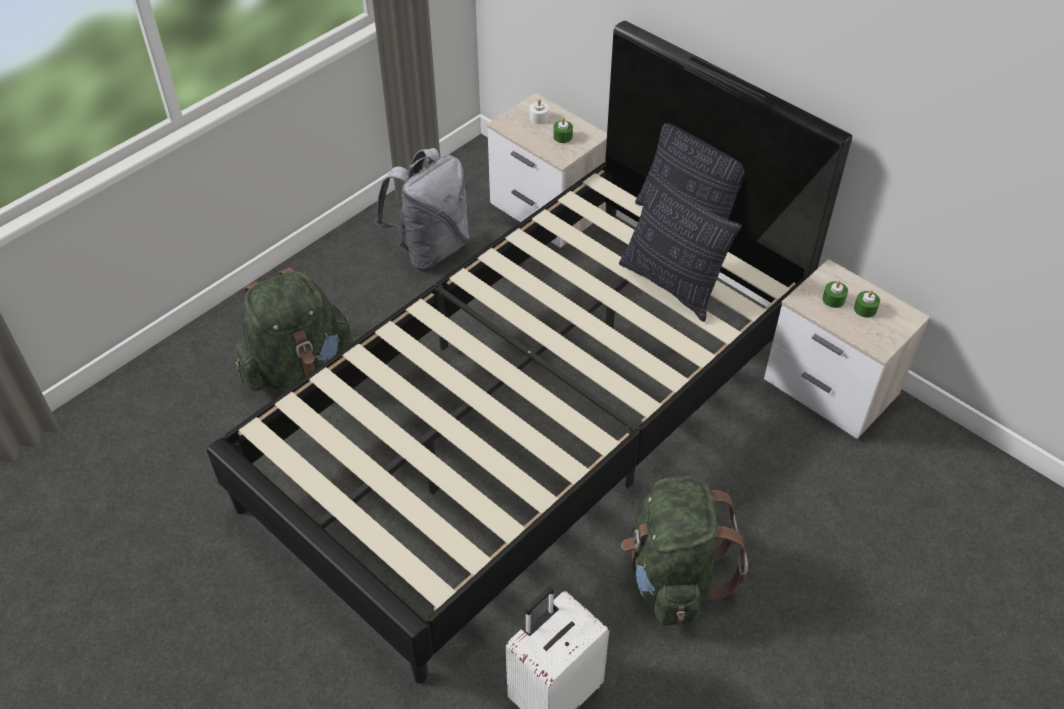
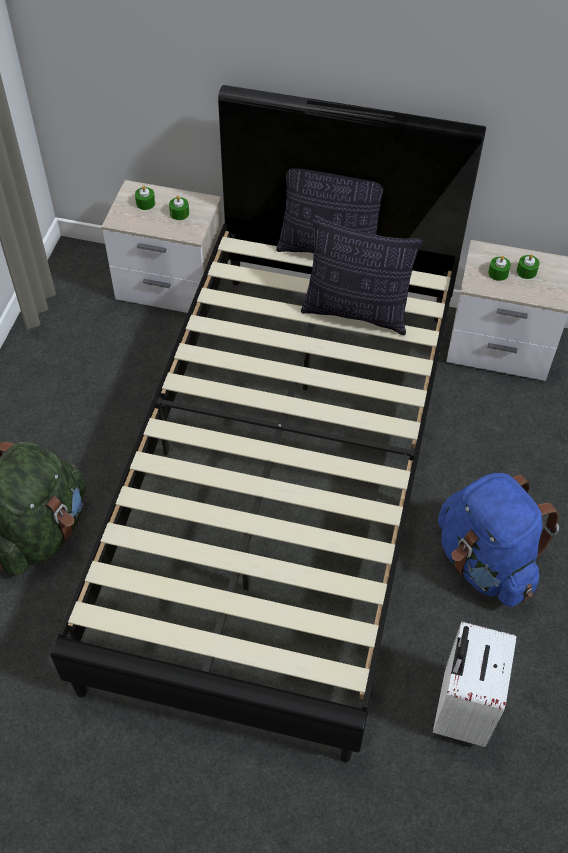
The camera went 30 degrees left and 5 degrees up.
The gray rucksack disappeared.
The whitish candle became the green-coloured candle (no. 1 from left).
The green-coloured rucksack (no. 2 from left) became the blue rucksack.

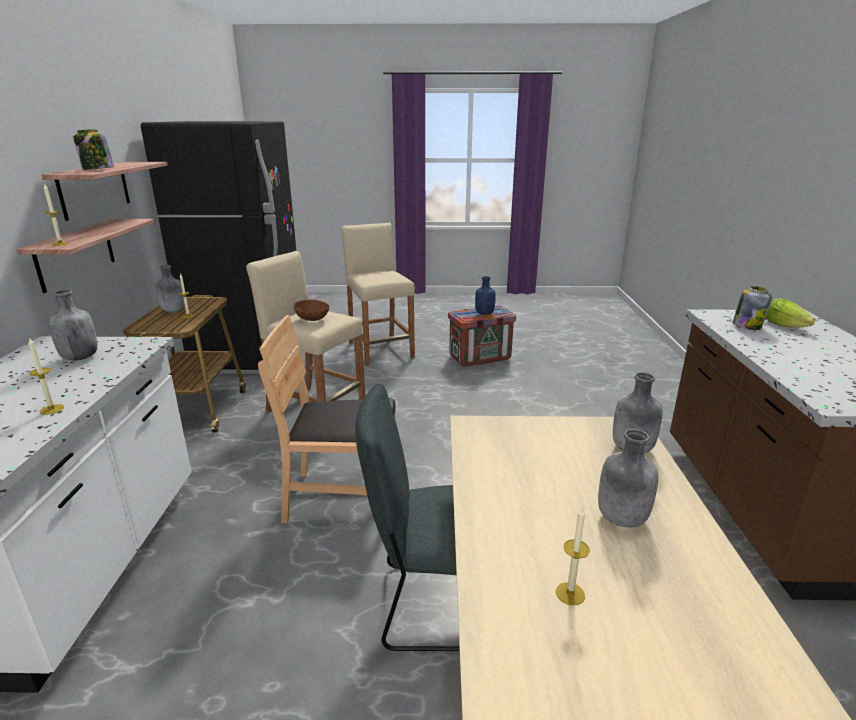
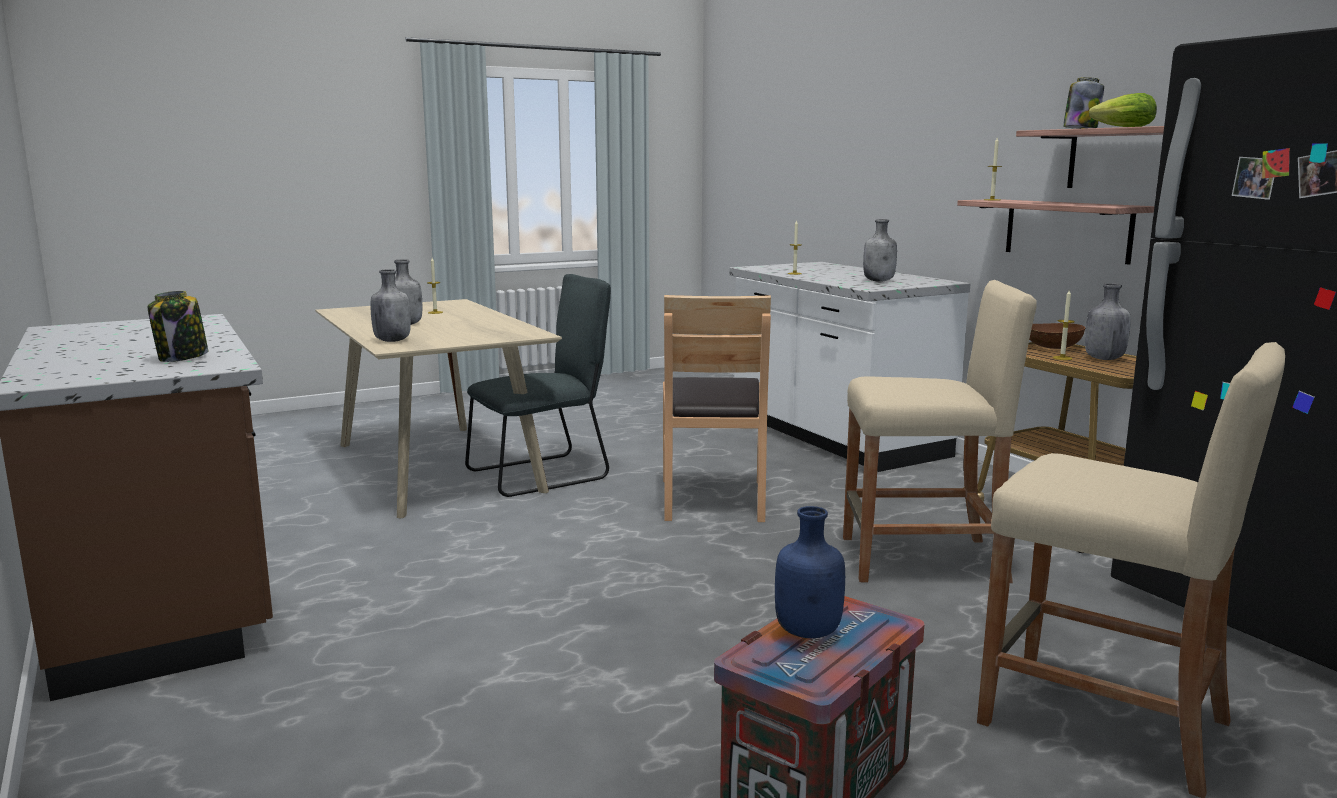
The camera went 150 degrees right and 10 degrees down.
The brownish bowl moved.
The head of lettuce moved.
The brownish upright chair turned 120 degrees clockwise.

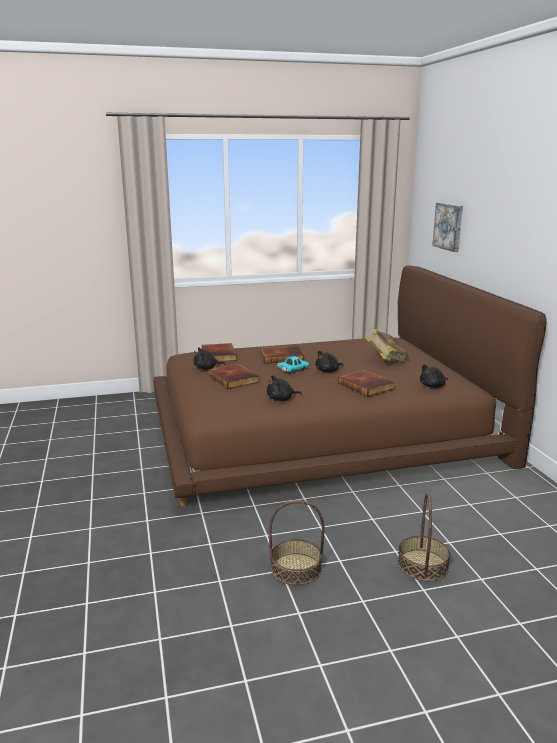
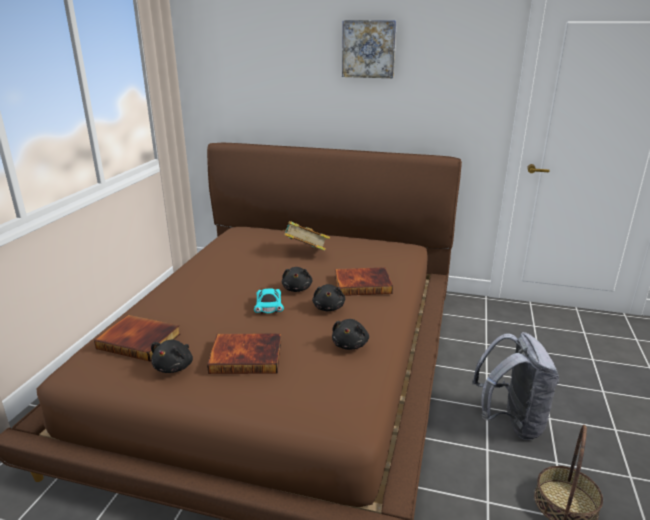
The camera went 60 degrees left and 5 degrees up.
The volume (no. 3 from left) disappeared.
The household basket (no. 2 from left) disappeared.
The gray rucksack appeared.
The black-coloured cuddly toy (no. 4 from left in the first image) moved.
The wall art moved.

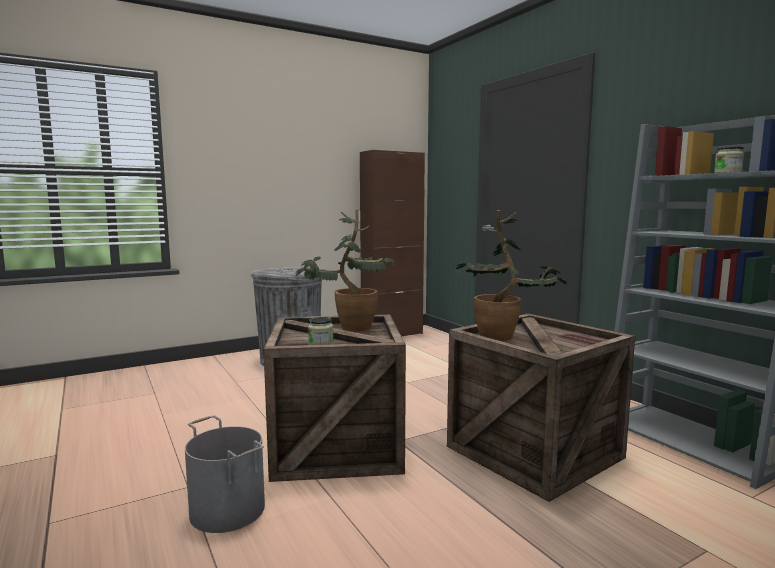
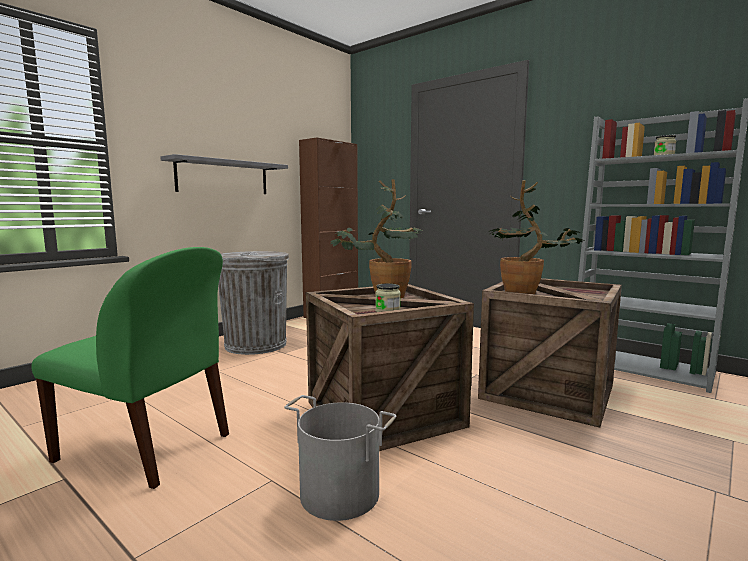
The camera went 20 degrees left and 0 degrees up.
The green-coloured upright chair appeared.
The gray shelf appeared.

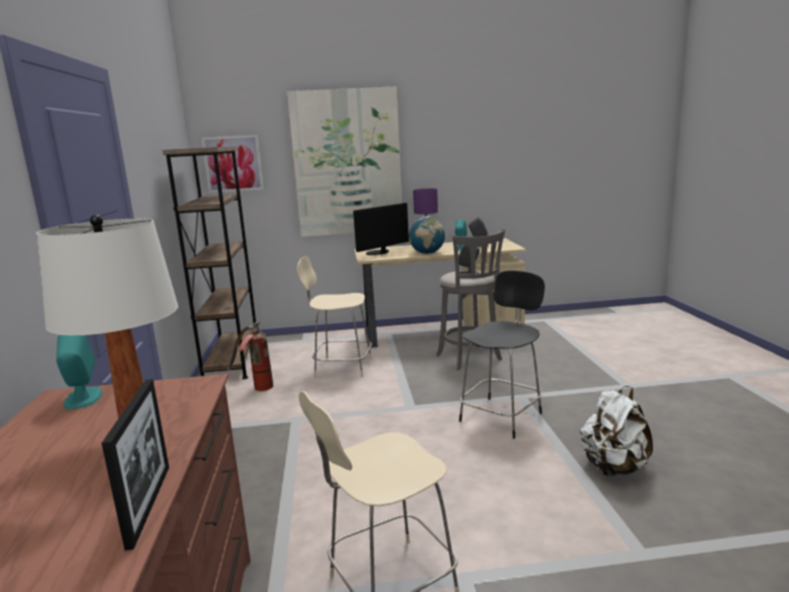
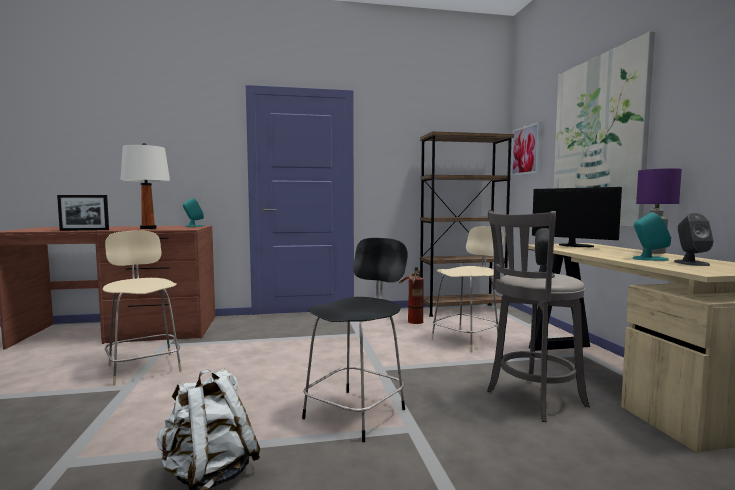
The camera went 85 degrees right and 10 degrees down.
The globe disappeared.
The beige upright chair (no. 1 from left in the first image) turned 45 degrees clockwise.
The black-coloured upright chair turned 90 degrees counterclockwise.

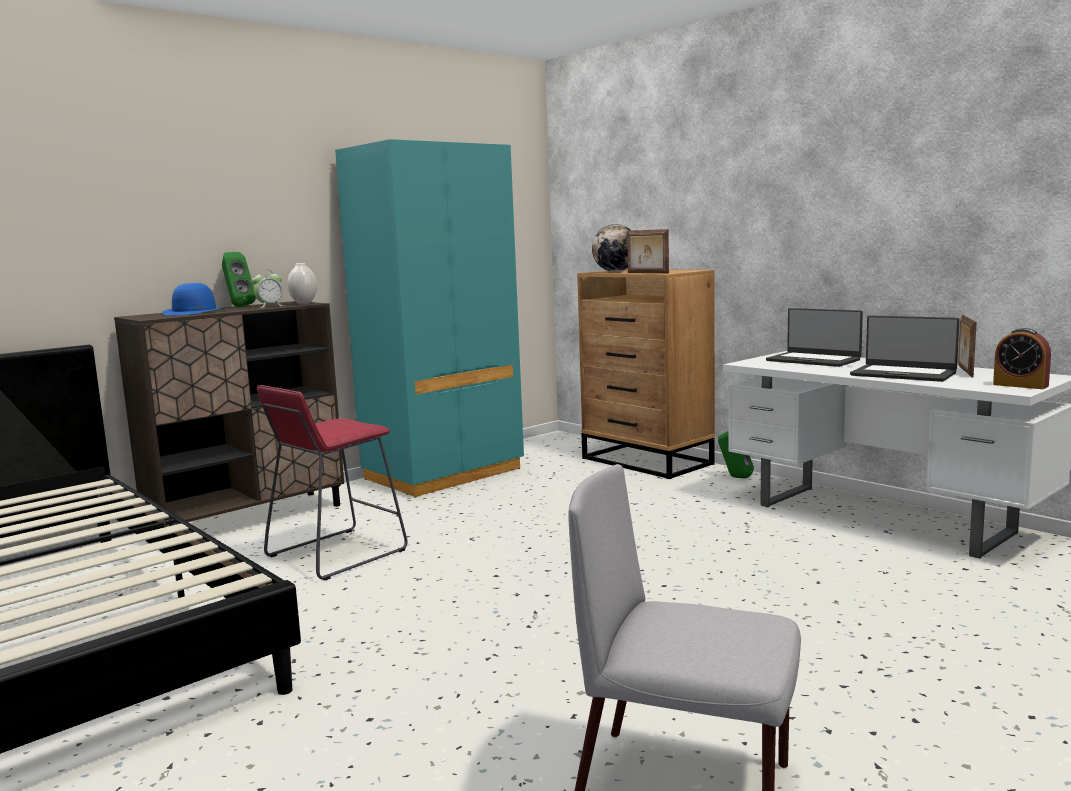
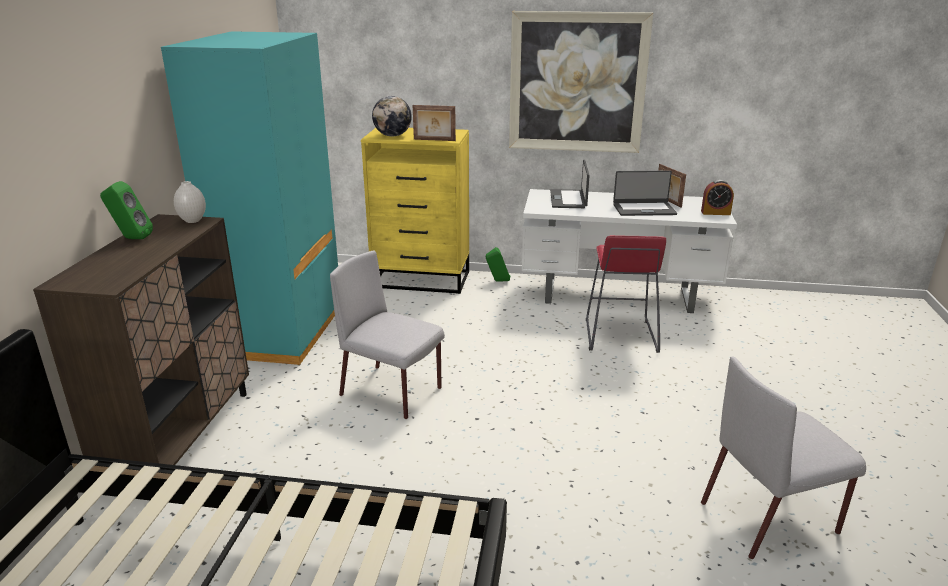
The camera went 40 degrees left and 15 degrees up.
The blue hat disappeared.
The table clock (no. 1 from left) disappeared.
The gray upright chair (no. 1 from left) appeared.
The wall art appeared.
The reddish stool seat moved.
The brownish dresser became the yellow dresser.
The laptop (no. 1 from left) turned 90 degrees clockwise.

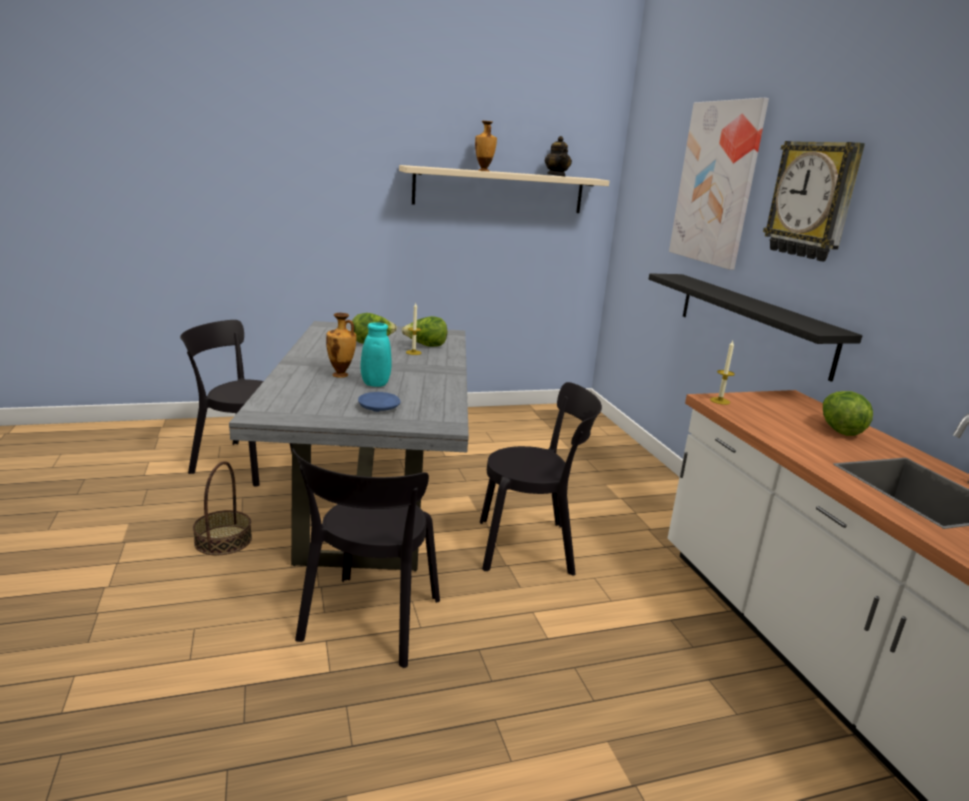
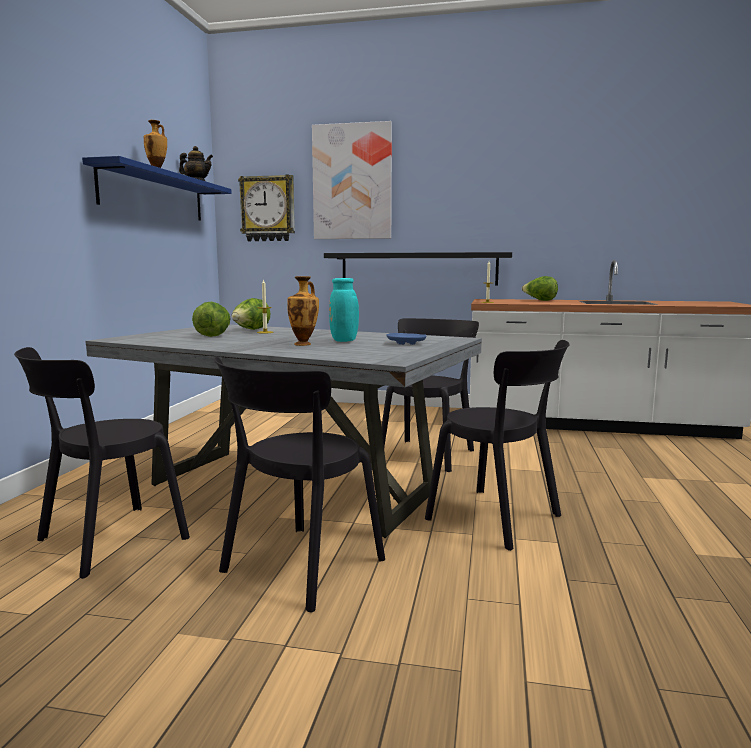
The camera went 60 degrees left and 10 degrees down.
The clock on the wall moved.
The household basket was replaced by the black-coloured upright chair (no. 2 from left).
The beige shelf became the blue shelf.

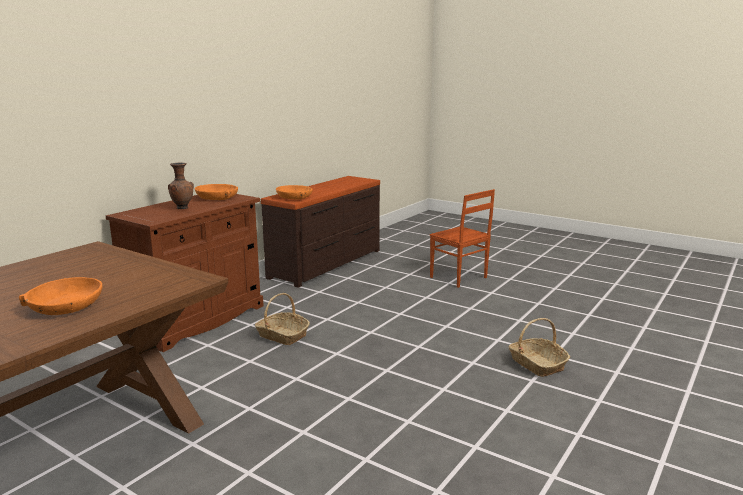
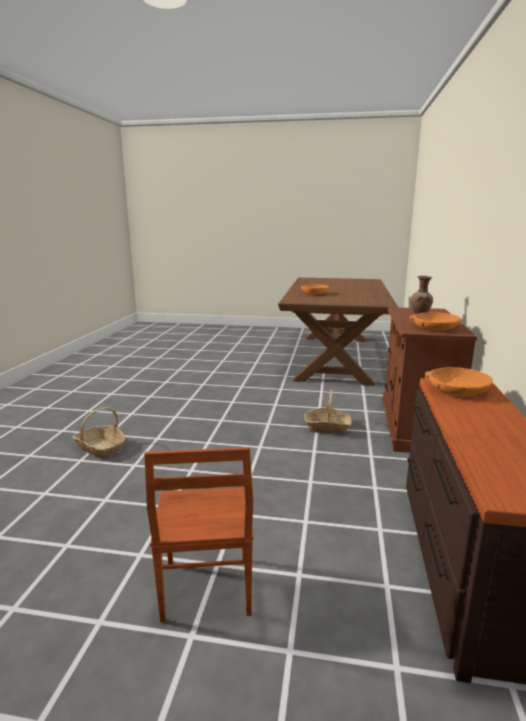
The camera went 155 degrees right and 0 degrees up.
The brownish upright chair turned 120 degrees counterclockwise.

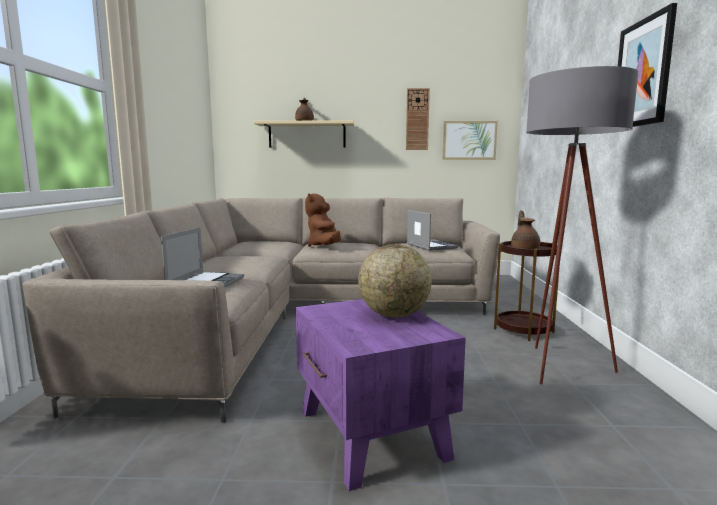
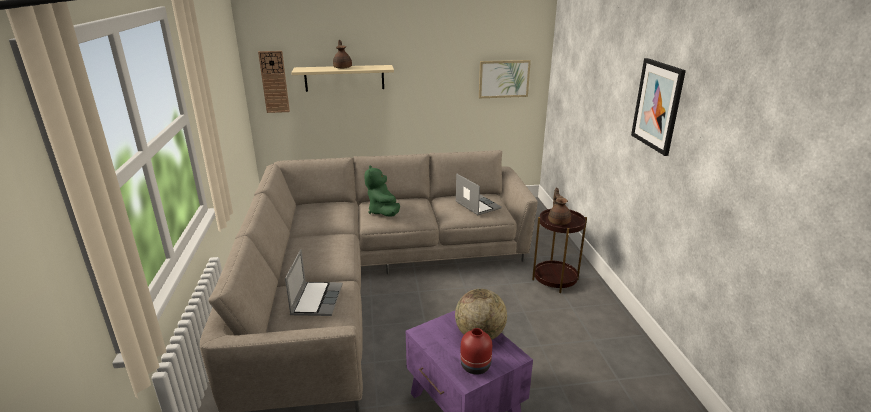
The camera went 10 degrees left and 15 degrees up.
The gray standing lamp disappeared.
The reddish decorative vase appeared.
The clock on the wall moved.
The brownish cuddly toy became the green-coloured cuddly toy.

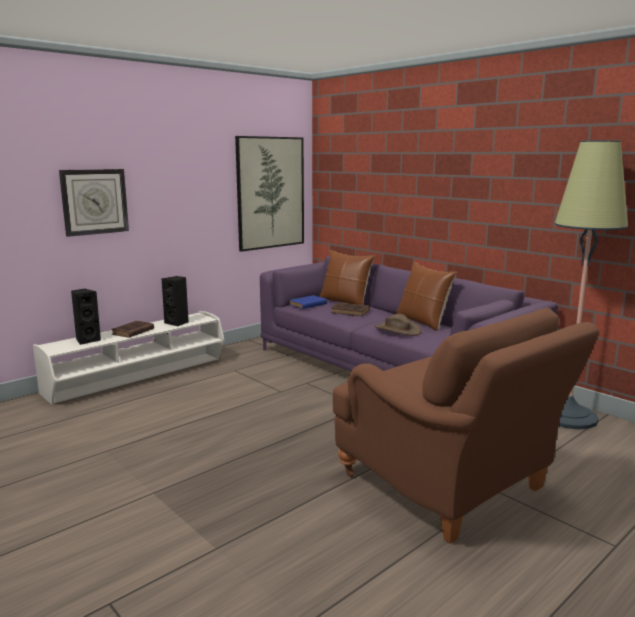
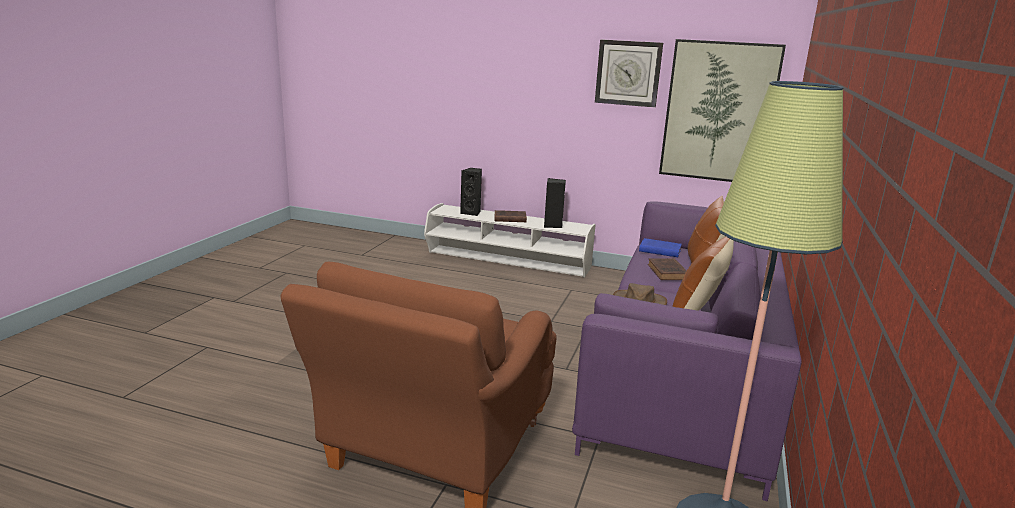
The camera went 60 degrees right and 5 degrees up.
The clock on the wall moved.

